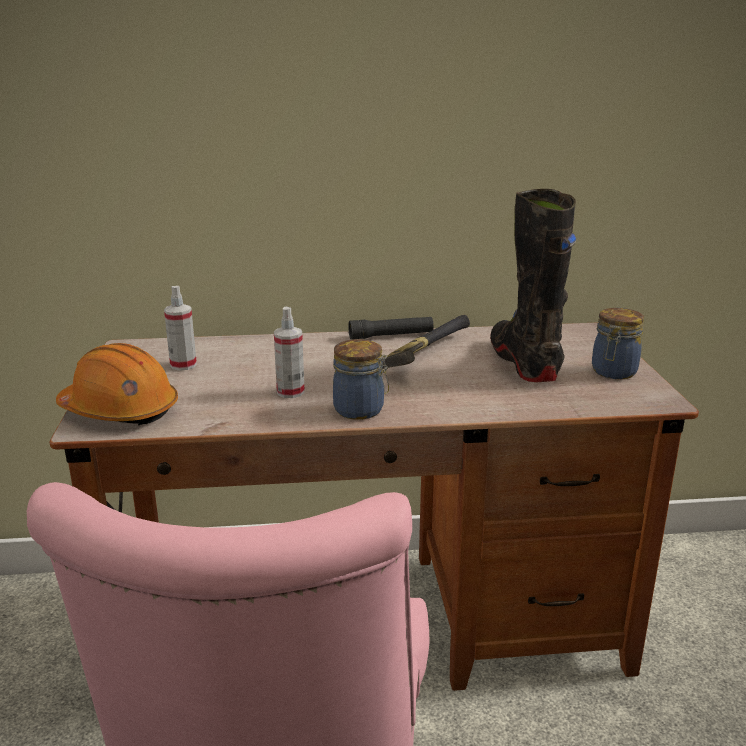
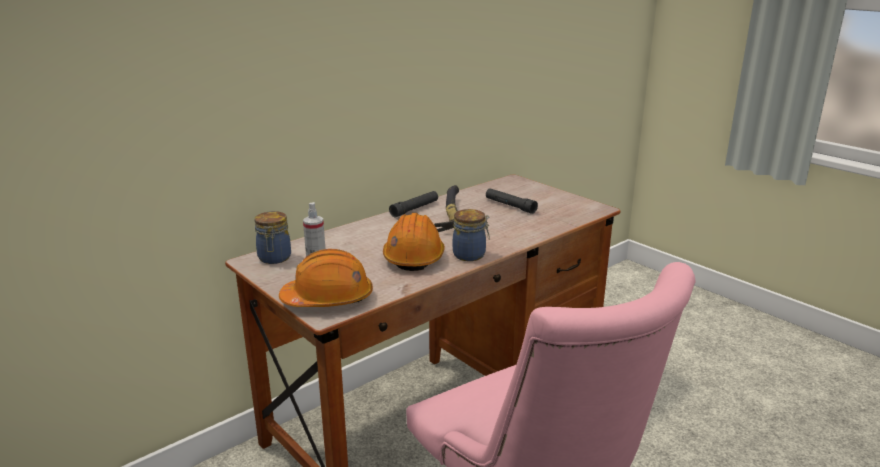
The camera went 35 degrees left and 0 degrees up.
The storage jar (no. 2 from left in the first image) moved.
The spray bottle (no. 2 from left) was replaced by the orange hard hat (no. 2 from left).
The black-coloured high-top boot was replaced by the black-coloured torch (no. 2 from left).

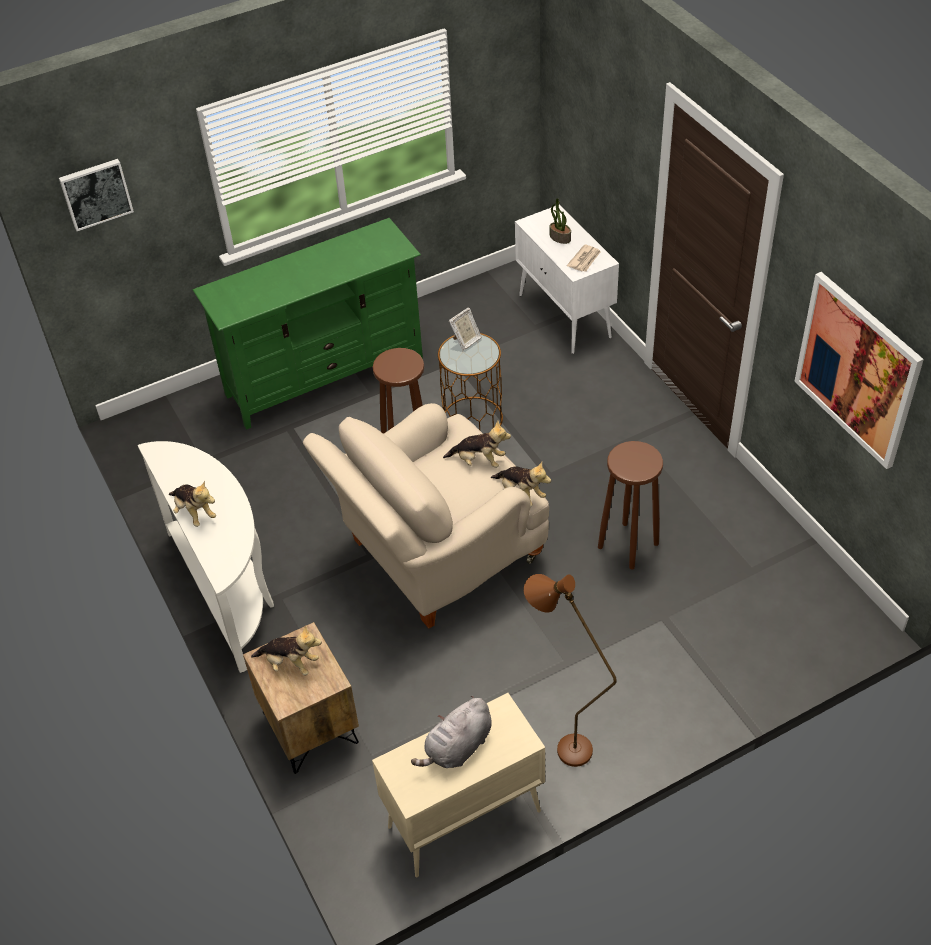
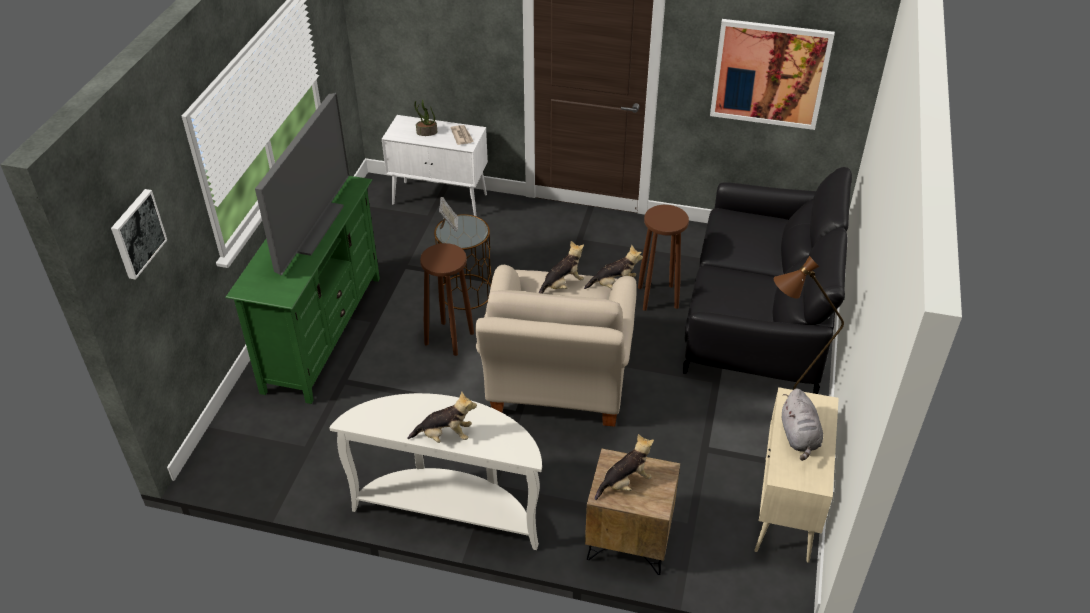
The camera went 50 degrees left and 5 degrees down.
The TV set appeared.
The black-coloured settee appeared.

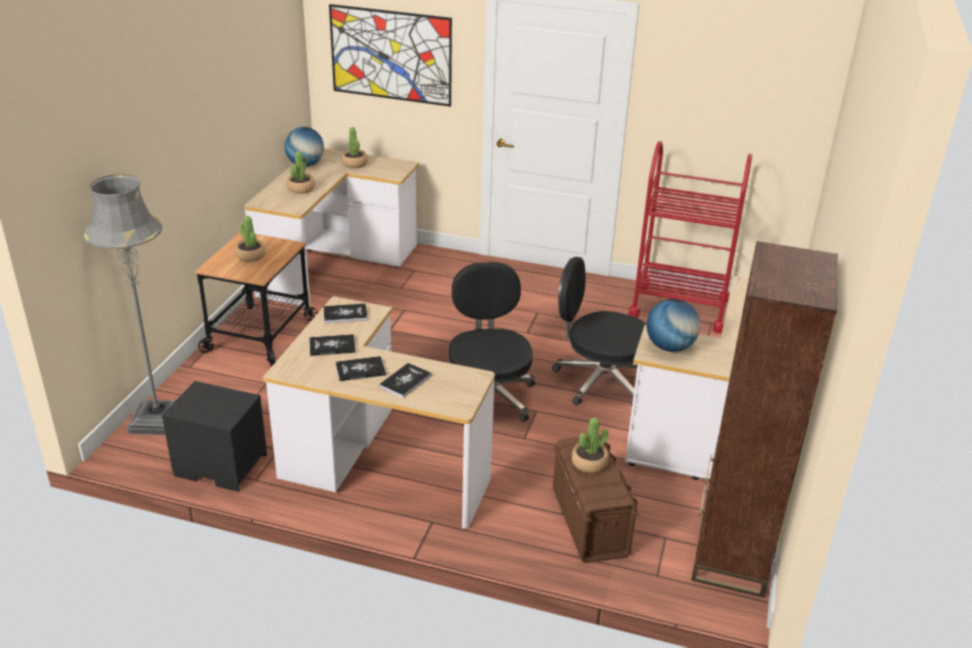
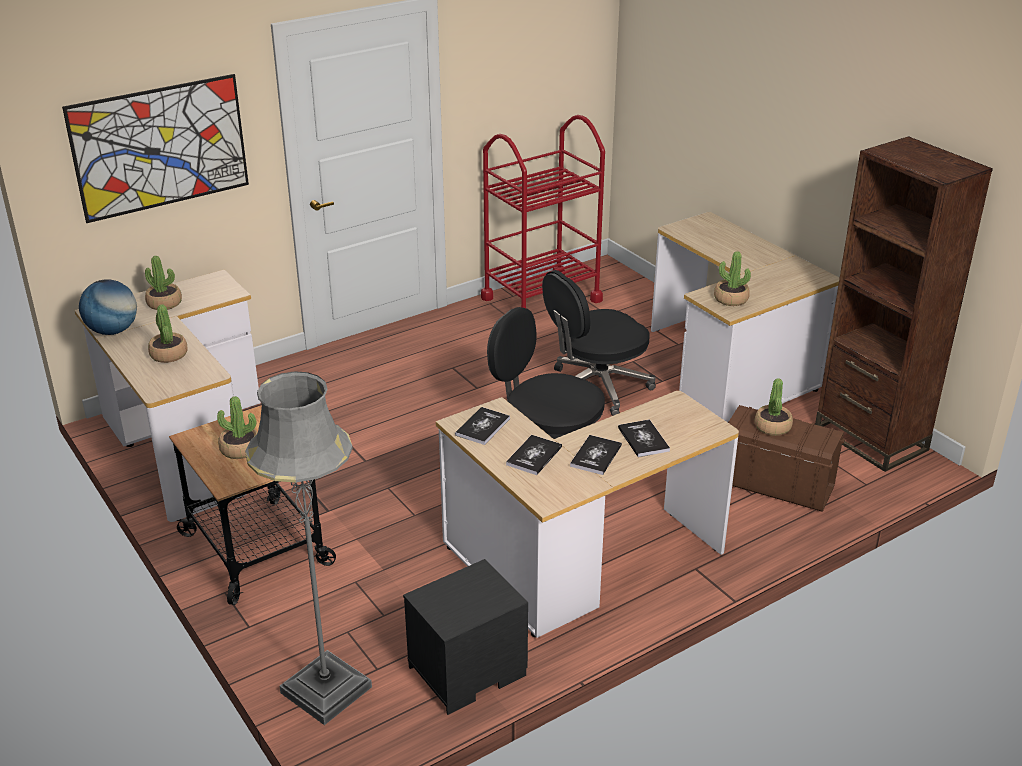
The camera went 50 degrees left and 0 degrees up.
The globe (no. 2 from left) was replaced by the plant in a pot (no. 4 from left).

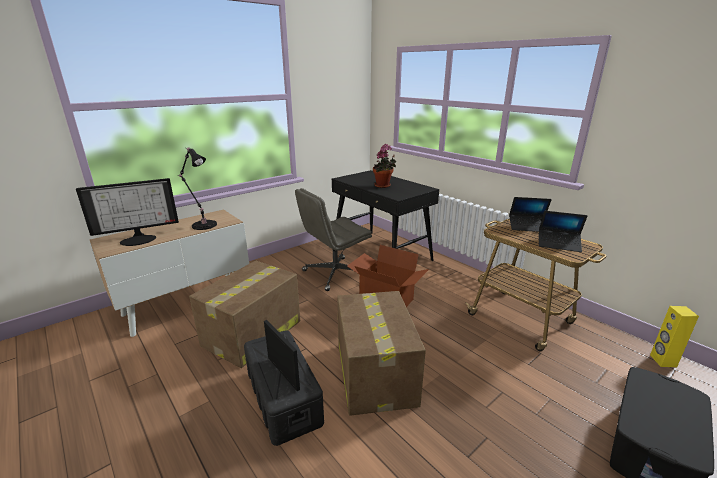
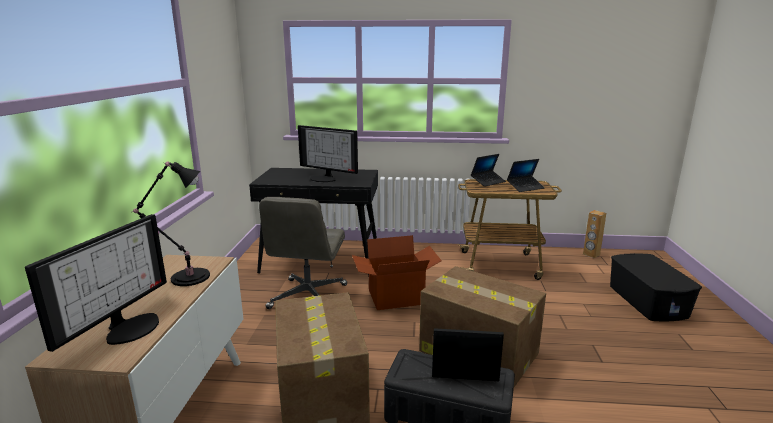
The camera went 45 degrees left and 5 degrees down.
The plant in a pot was replaced by the monitor (no. 2 from left).
The yellow speaker became the brownish speaker.

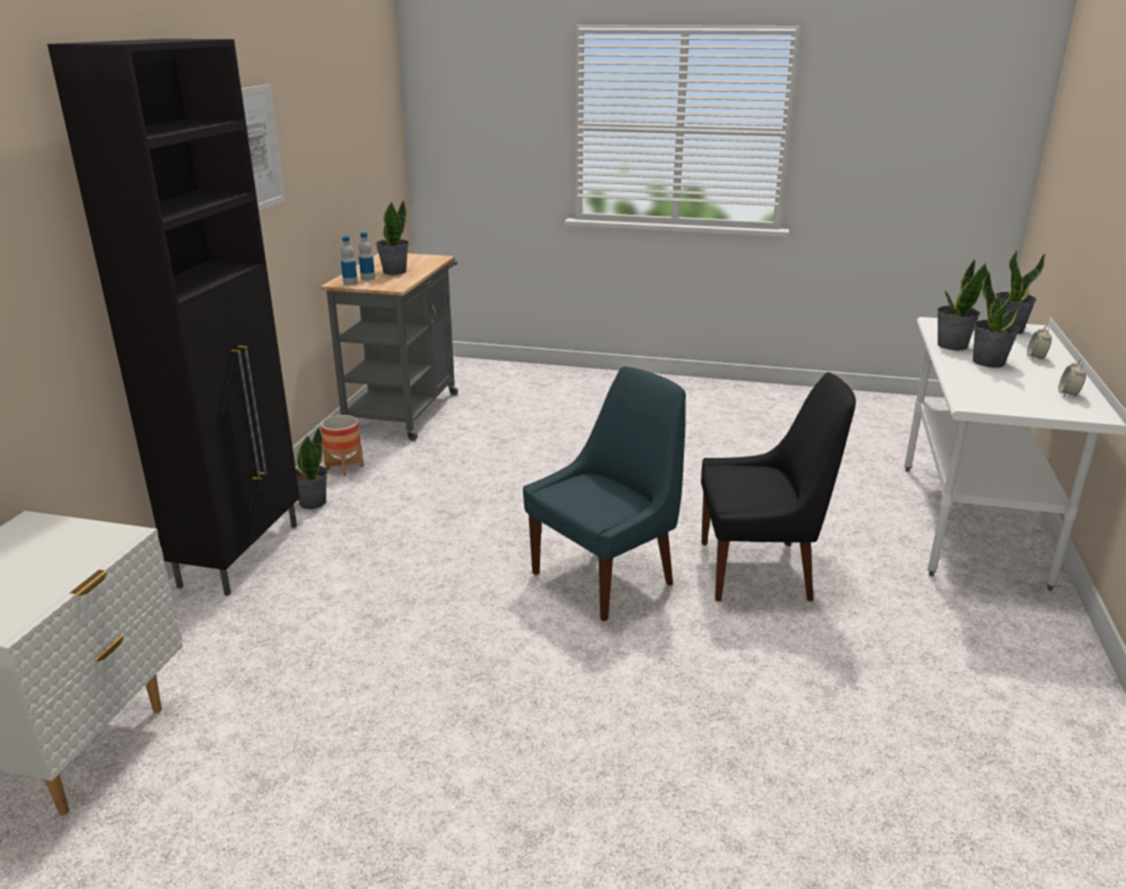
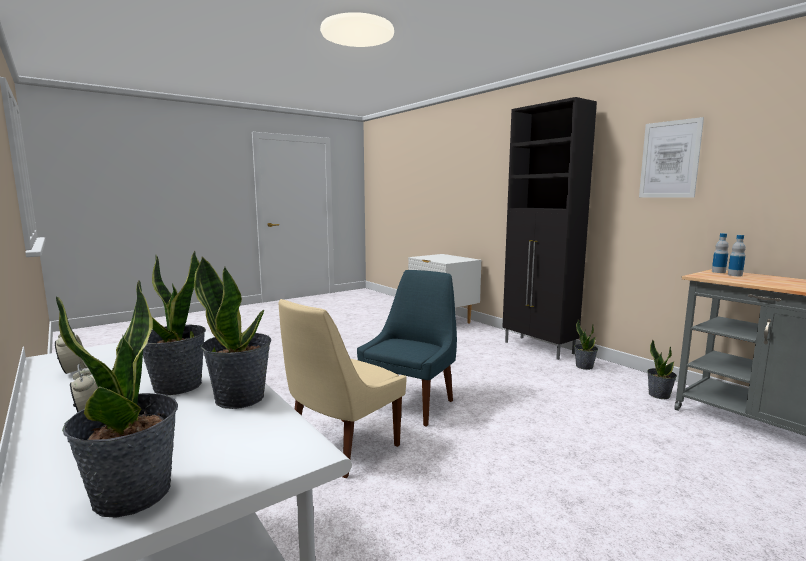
The camera went 130 degrees right and 15 degrees down.
The flower pot disappeared.
The plant in a pot (no. 2 from left in the first image) moved.
The black-coloured upright chair became the beige upright chair.
The blue upright chair turned 150 degrees counterclockwise.

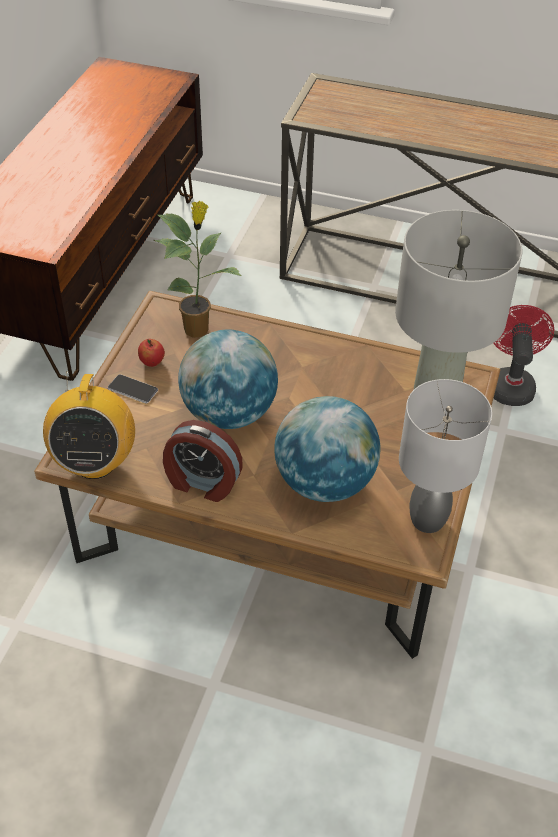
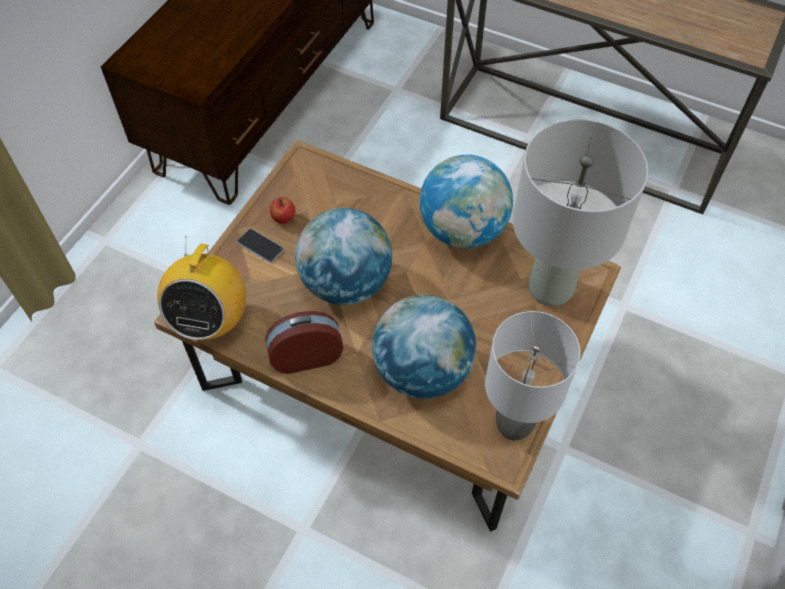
The camera went 10 degrees right and 10 degrees up.
The plant in a pot disappeared.
The reddish electric fan disappeared.
The globe (no. 3 from left) appeared.
The table clock turned 135 degrees clockwise.

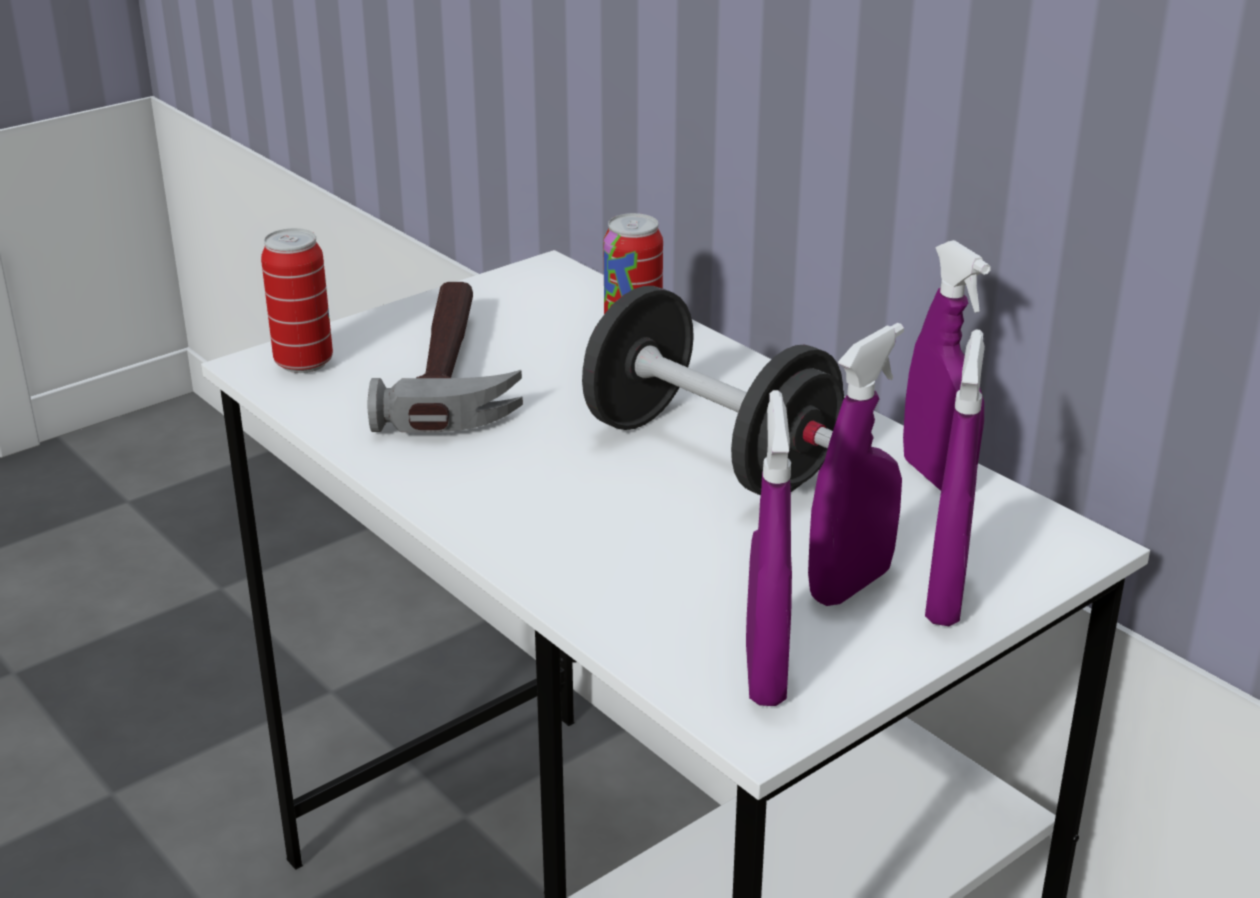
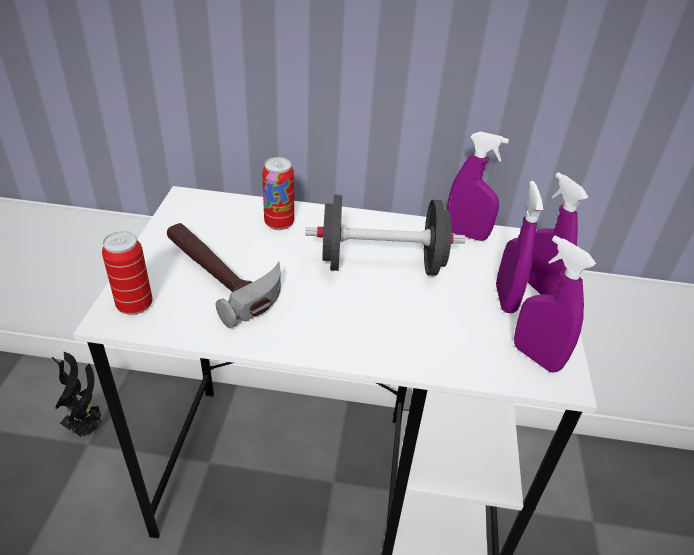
The camera went 45 degrees left and 10 degrees up.
The plant in a pot appeared.

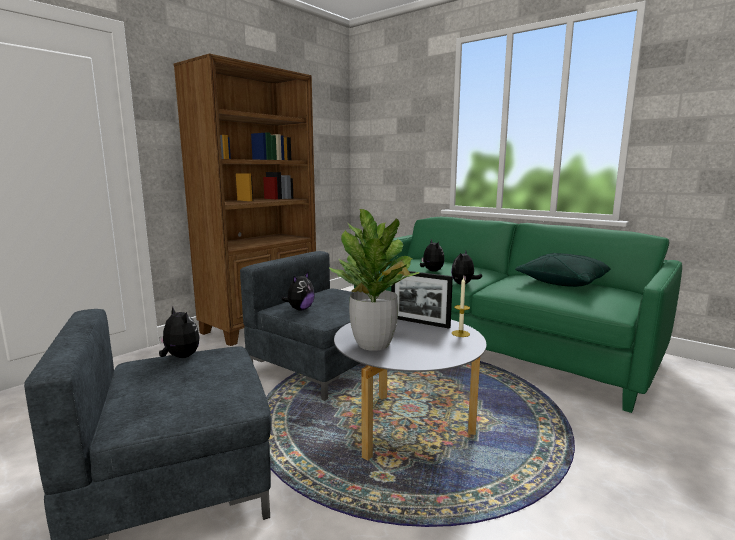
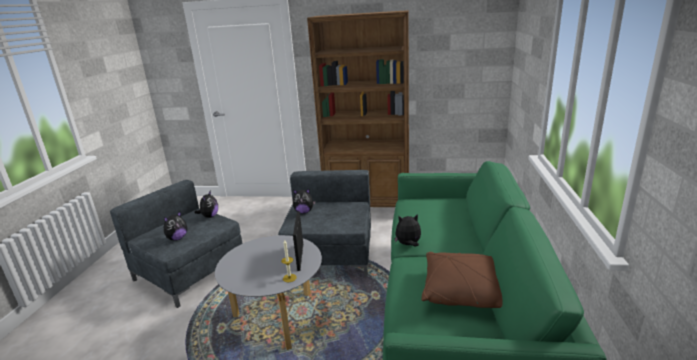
The camera went 60 degrees right and 10 degrees up.
The plant in a pot disappeared.
The cuddly toy (no. 3 from left in the first image) moved.
The green-coloured cushion became the brownish cushion.

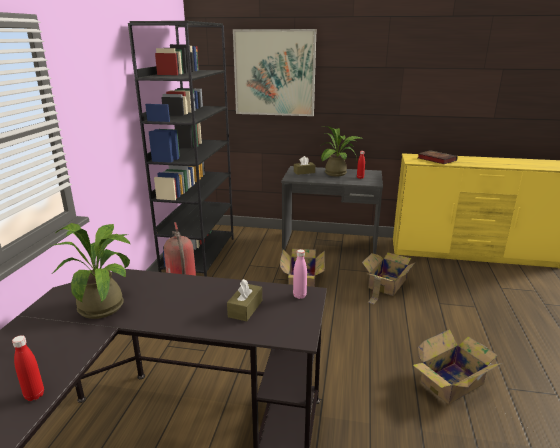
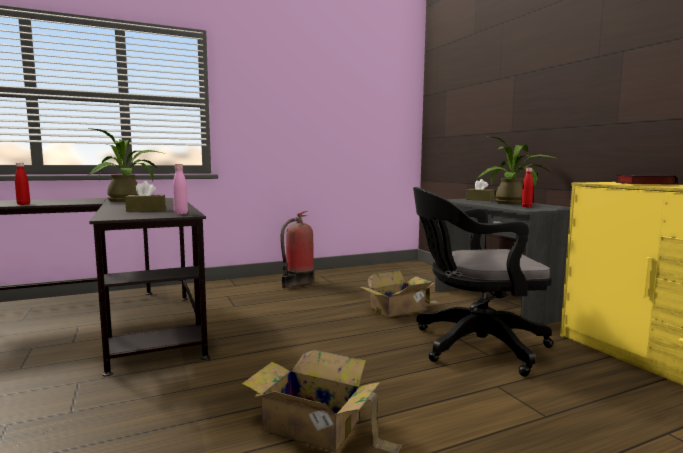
The camera went 55 degrees right and 15 degrees down.
The black-coloured bookshelf disappeared.
The wall art disappeared.
The cardboard box (no. 2 from left) was replaced by the black-coloured desk chair.

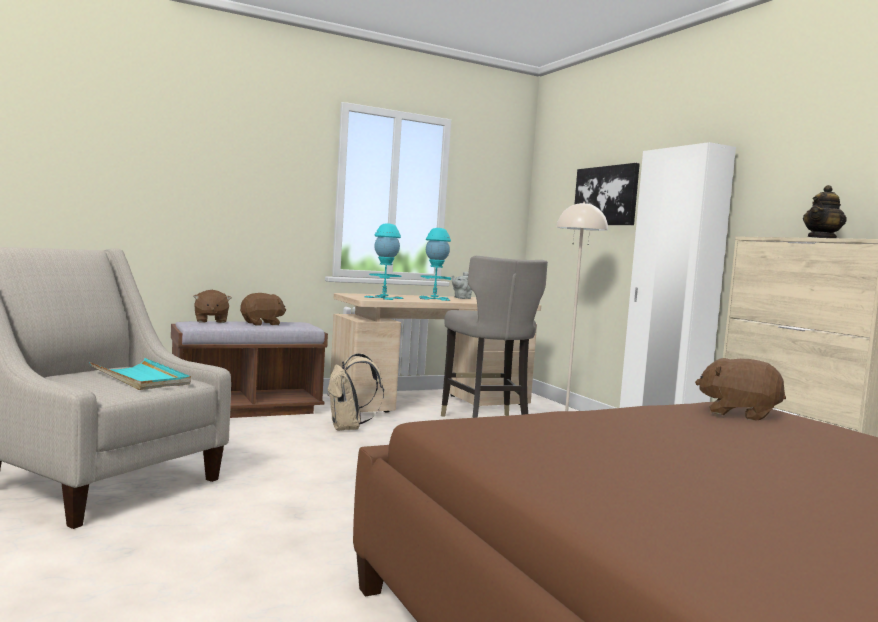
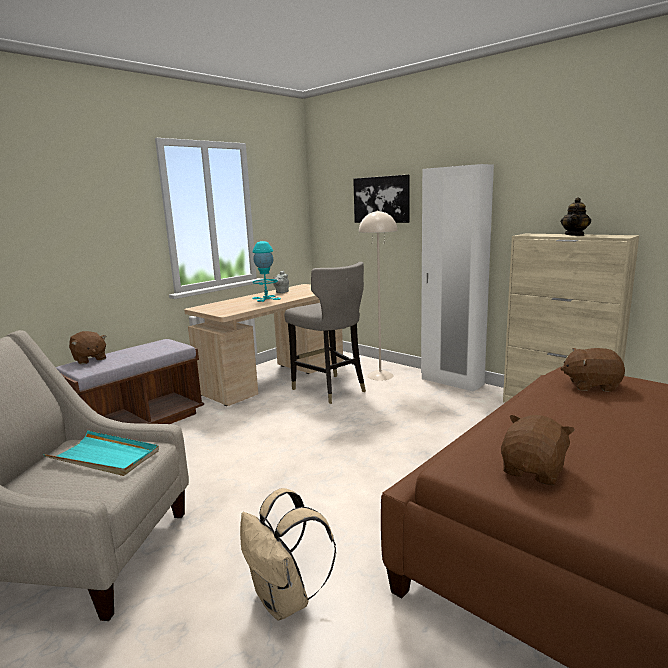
The camera went 20 degrees left and 10 degrees up.
The blue-green lamp for a table (no. 1 from left) disappeared.
The brownish cuddly toy (no. 2 from left) moved.
The beige rucksack moved.

